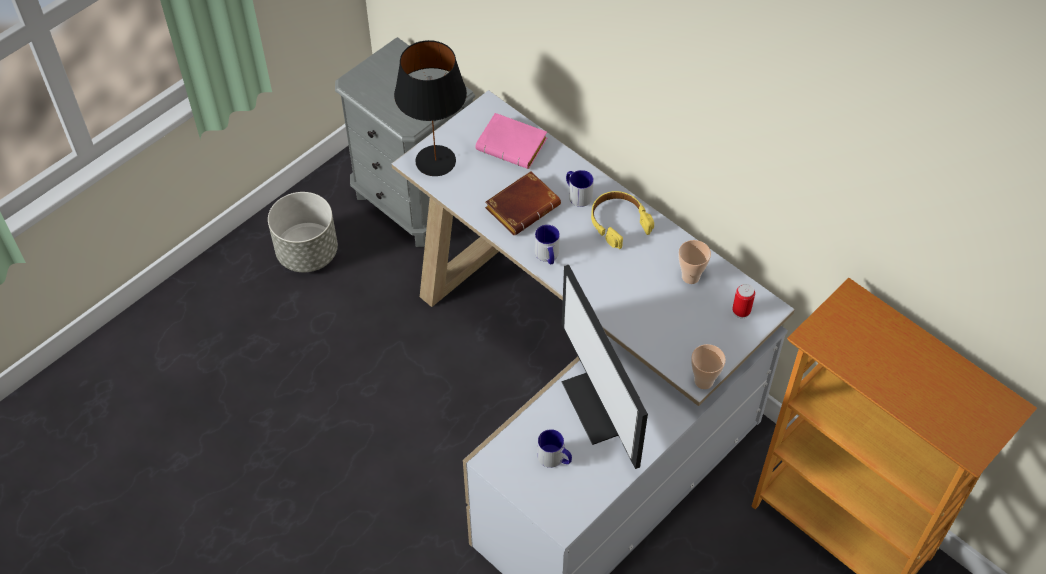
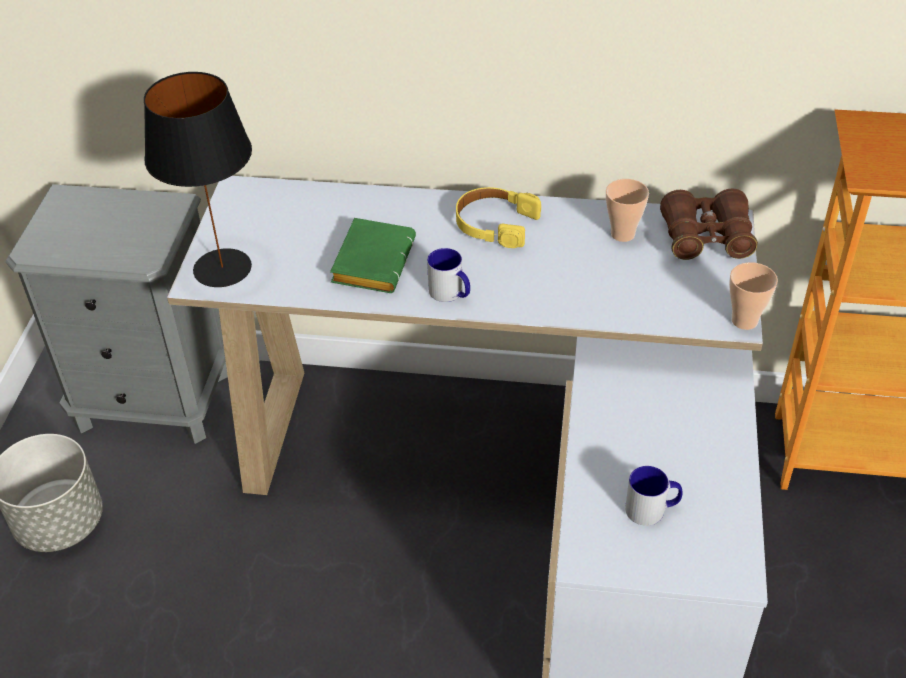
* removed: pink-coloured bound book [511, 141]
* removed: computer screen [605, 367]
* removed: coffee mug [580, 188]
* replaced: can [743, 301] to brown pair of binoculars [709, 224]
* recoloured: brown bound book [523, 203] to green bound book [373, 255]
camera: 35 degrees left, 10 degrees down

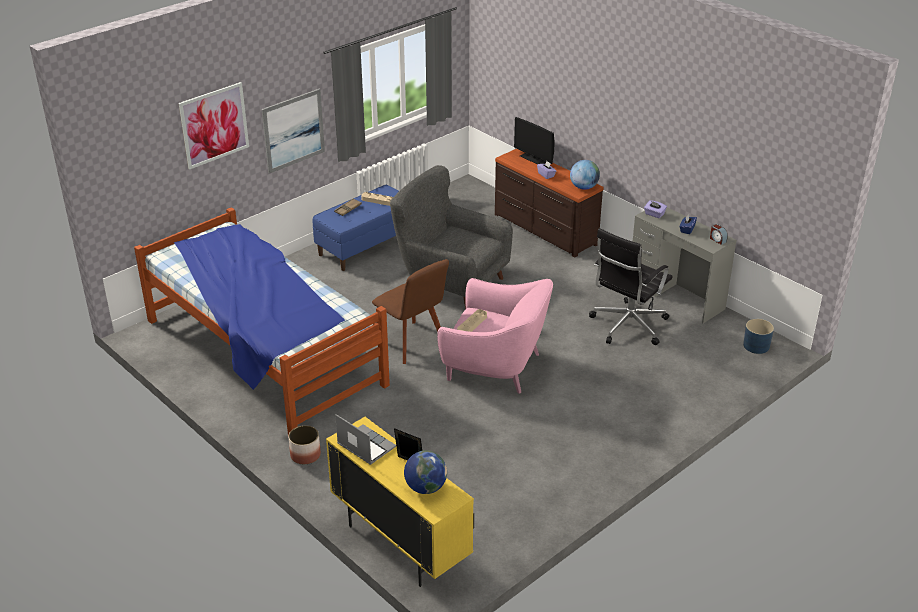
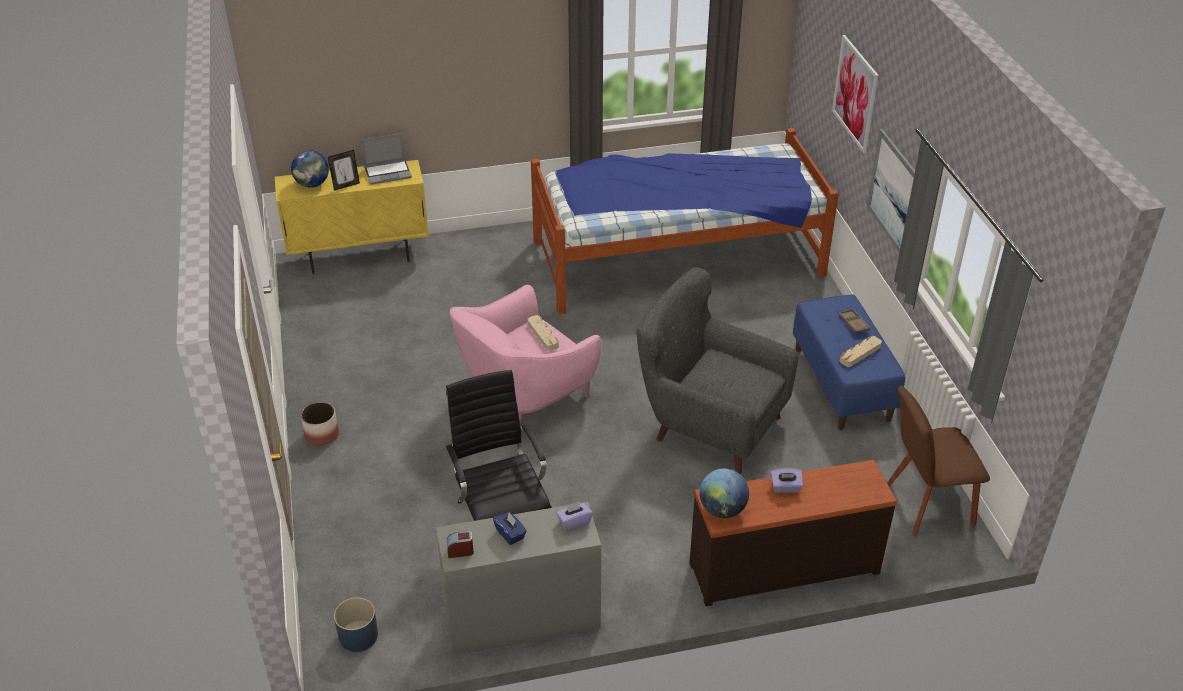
* removed: computer screen [534, 140]
* moved: flower pot [304, 444] to [320, 424]
* moved: brown chair [410, 311] to [938, 461]
* turned: grey lounge chair [451, 237] = [717, 370] 120 degrees counterclockwise
camera: 120 degrees right, 5 degrees up

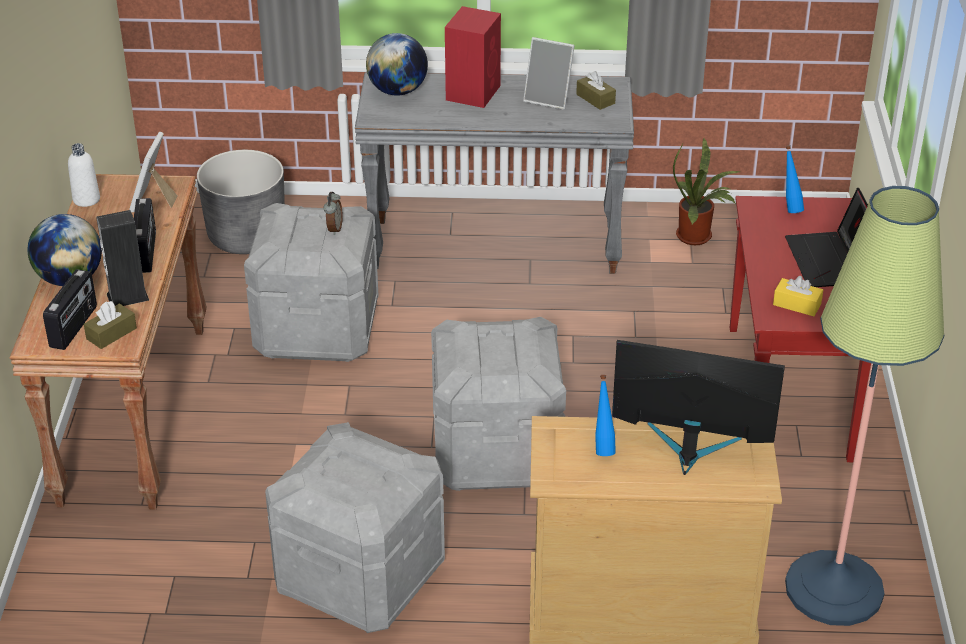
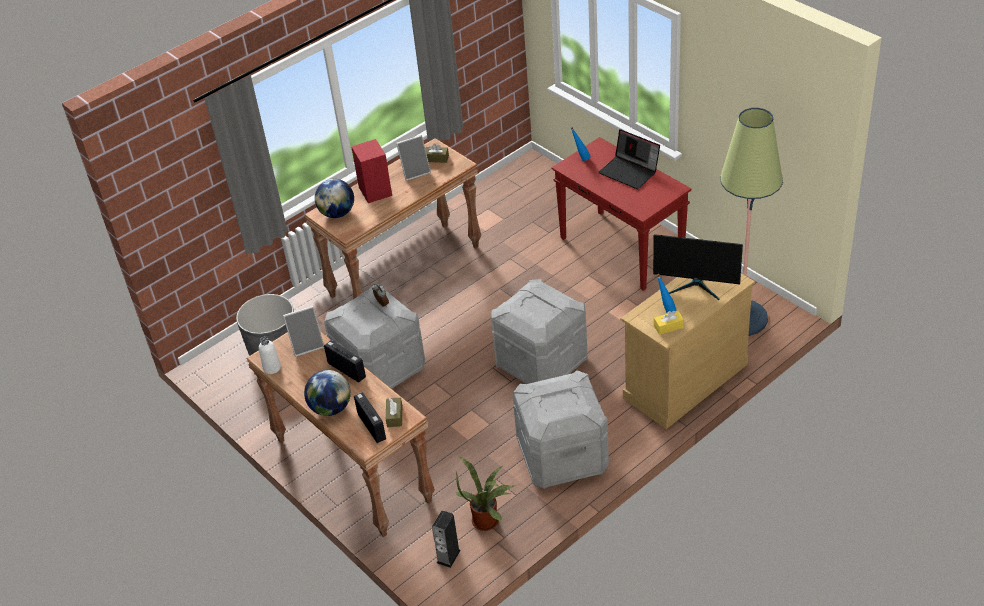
* moved: speaker [122, 258] to [446, 539]
* moved: plant in a pot [706, 191] to [486, 493]
* moved: yellowish box of tissues [798, 296] to [669, 323]
* recoloured: grey narrow table [494, 173] to brown narrow table [393, 218]
* turned: photo frame [153, 172] = [303, 331] 75 degrees counterclockwise
* turned: computer screen [698, 407] = [698, 267] 135 degrees counterclockwise
camera: 40 degrees left, 5 degrees up

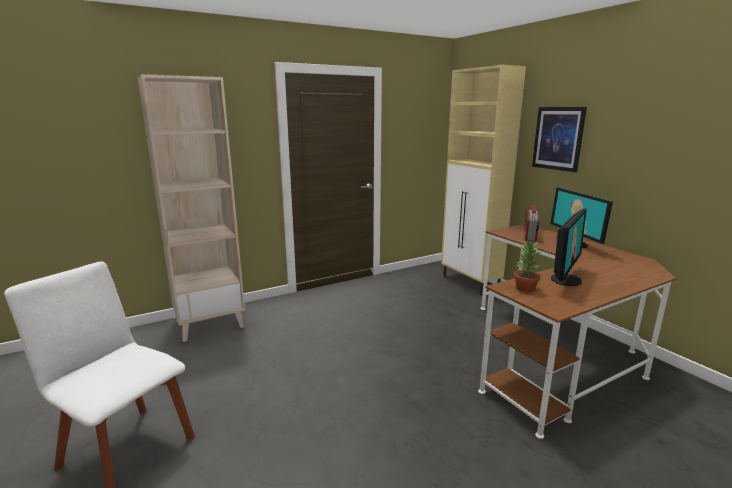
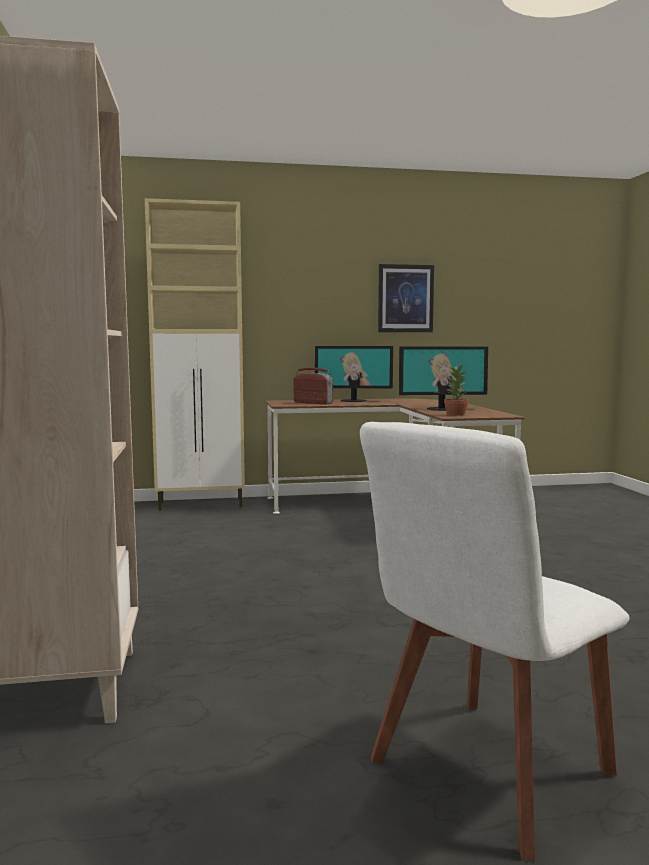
* moved: wall picture [559, 139] to [406, 298]
* turned: computer screen [569, 247] = [443, 378] 120 degrees clockwise
camera: 70 degrees left, 10 degrees down

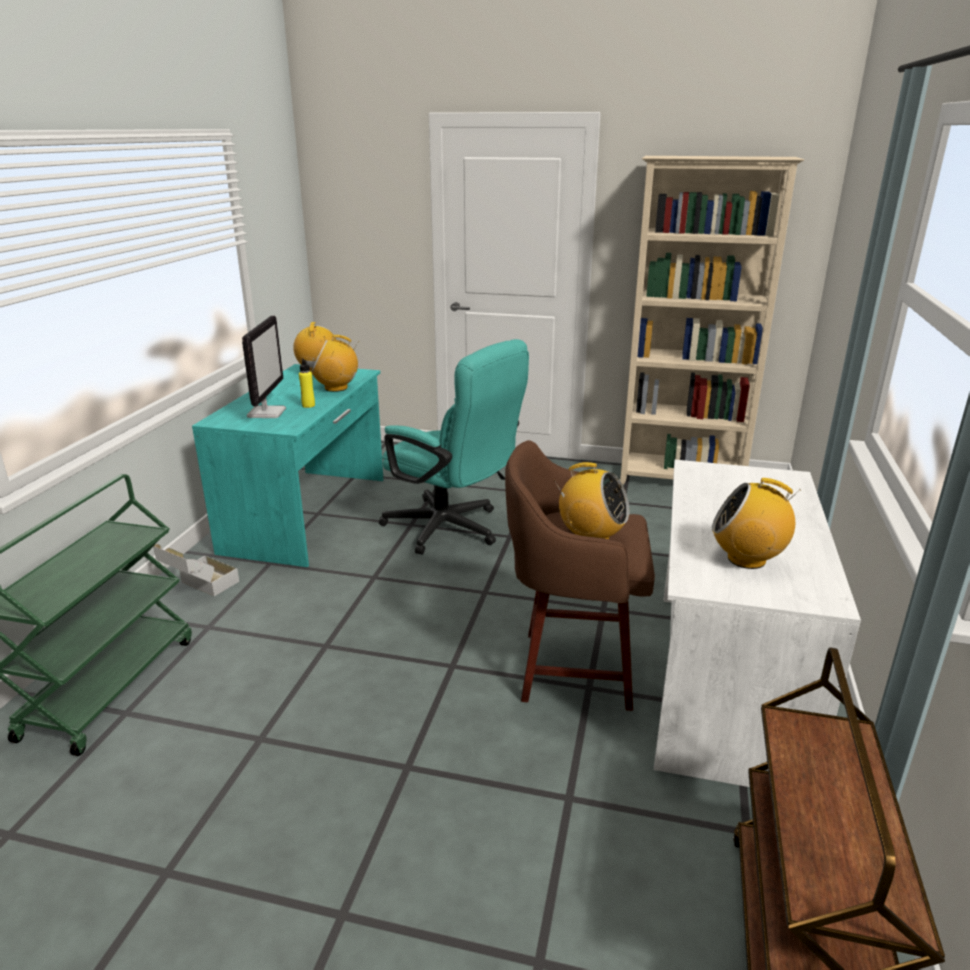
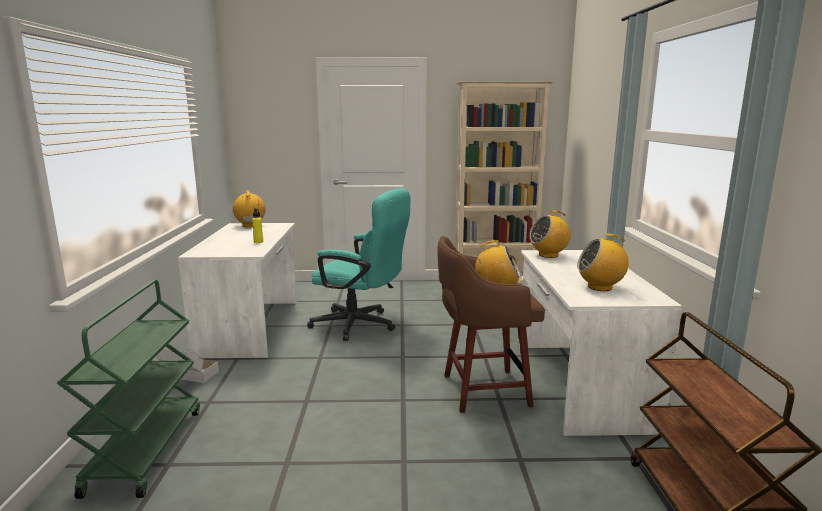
* removed: computer screen [264, 366]
* moved: radio set [335, 363] to [550, 234]
* recoloured: turquoise desk [287, 465] to white-coloured desk [237, 290]
camera: 15 degrees left, 10 degrees down

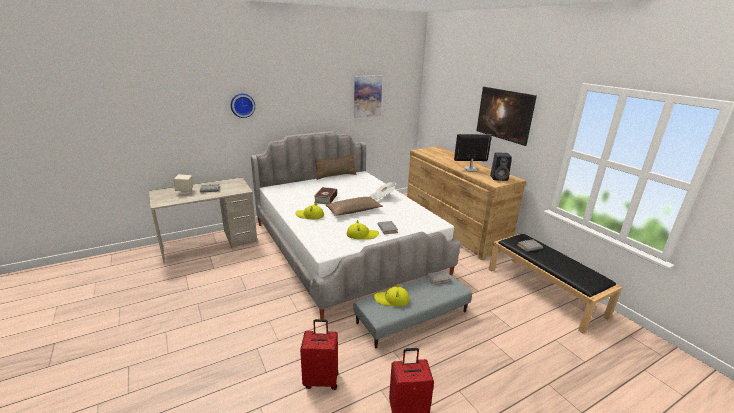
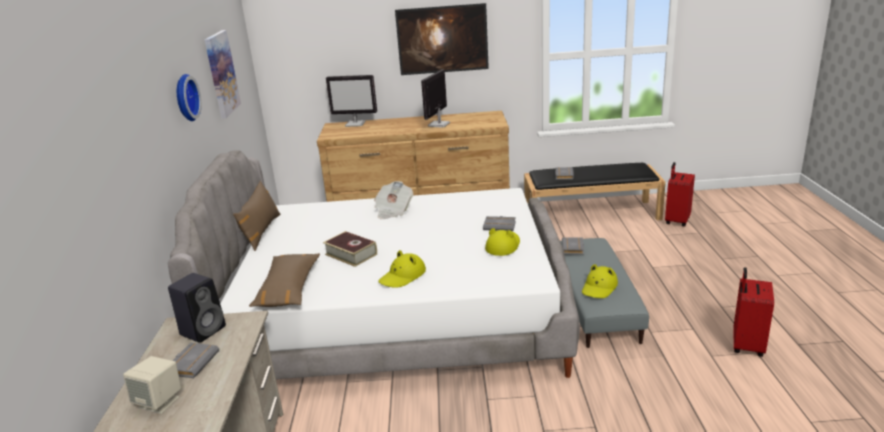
* added: computer screen [351, 101]
* moved: hanging clock [243, 105] to [189, 97]
* moved: red-coloured suitcase [319, 354] to [680, 194]
* moved: brown pillow [354, 206] to [284, 280]
* moved: blackish speaker [501, 166] to [197, 308]
camera: 60 degrees left, 0 degrees up

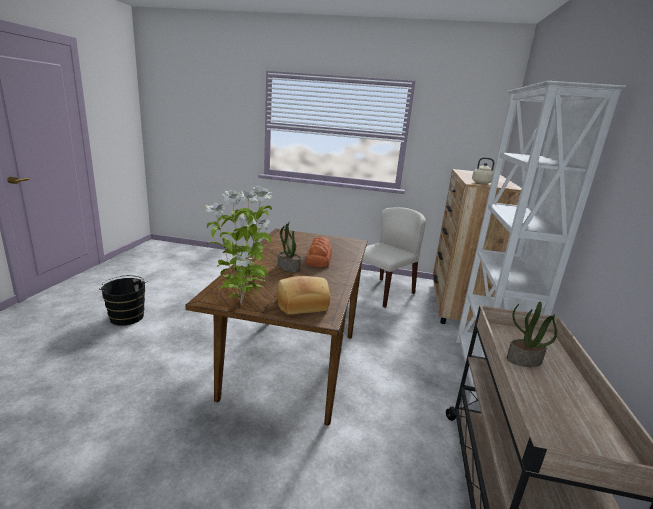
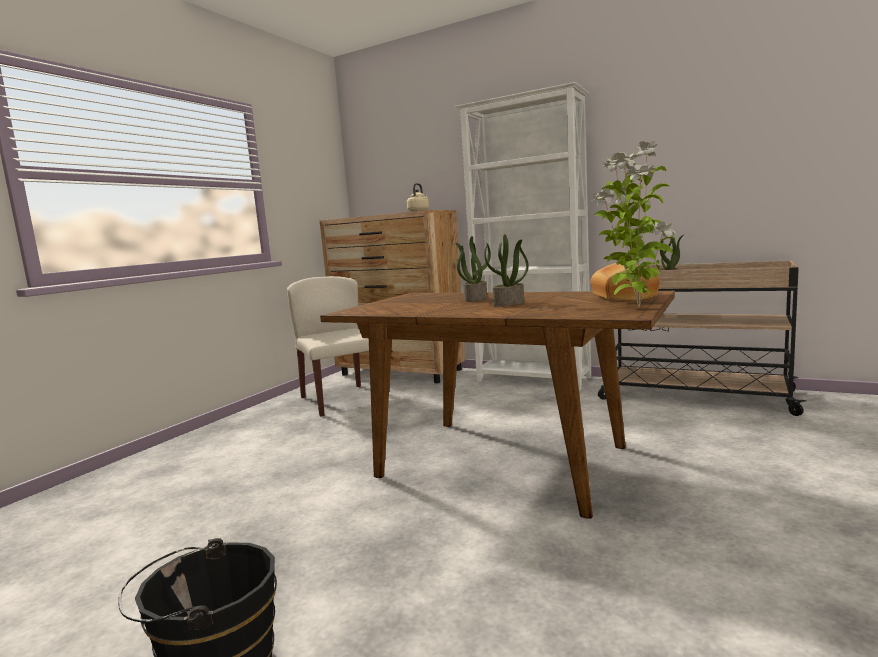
* replaced: baked bread [319, 252] to plant in a pot [473, 269]
camera: 70 degrees left, 10 degrees down

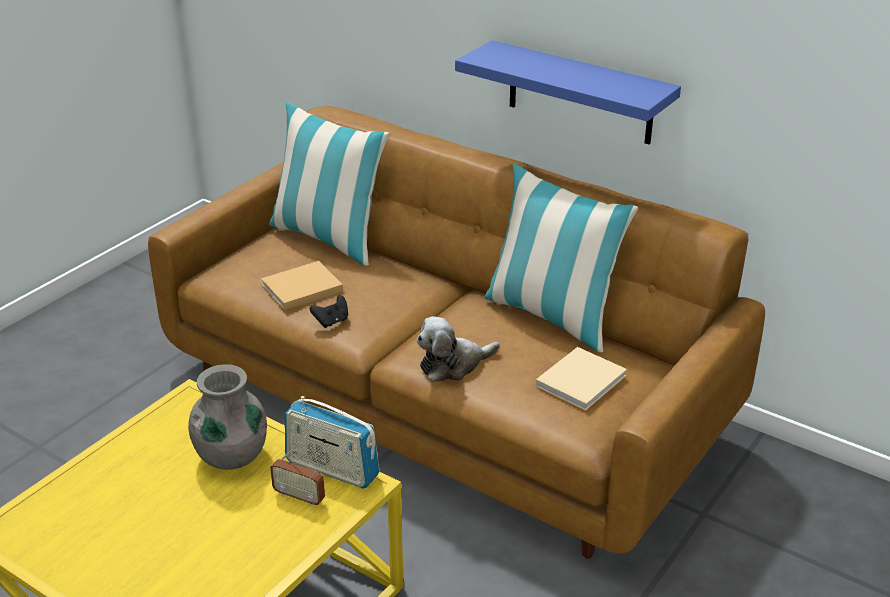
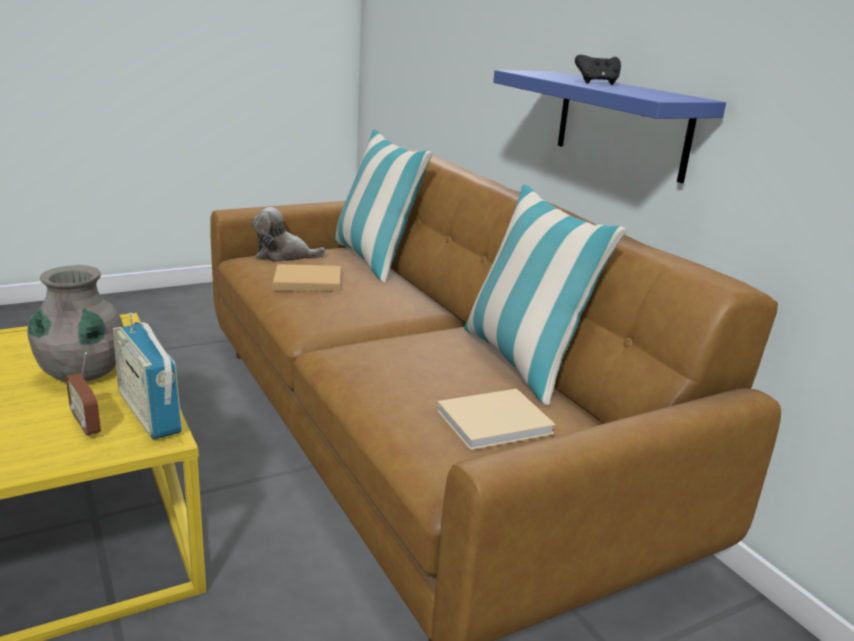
* moved: blackish joypad [329, 311] to [598, 70]
* moved: plush toy [458, 349] to [289, 234]
camera: 25 degrees right, 10 degrees down

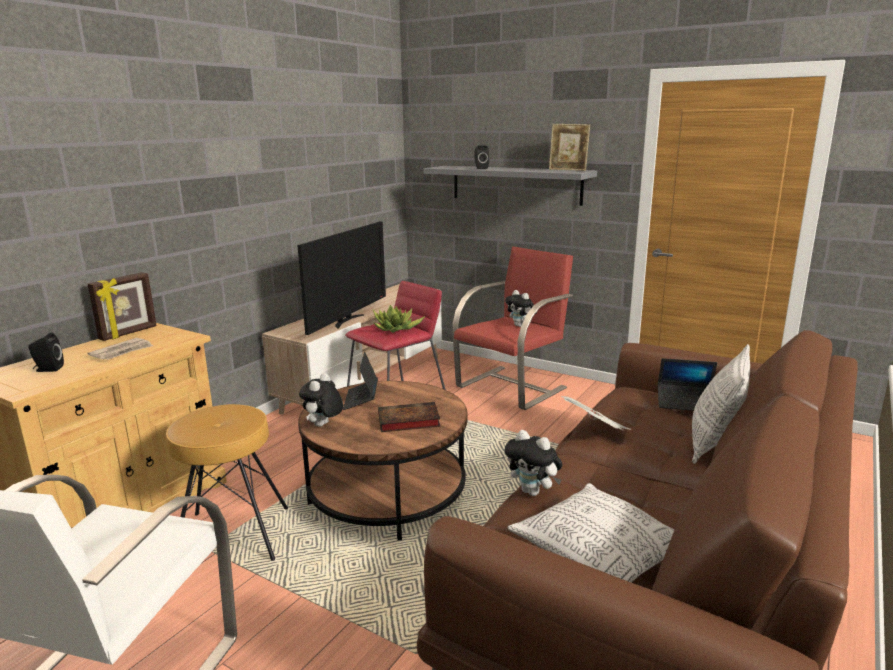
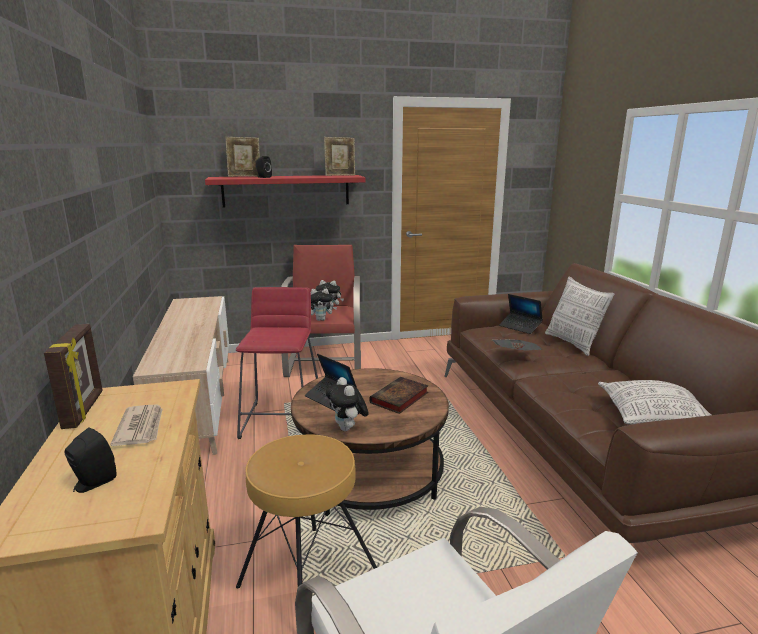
* removed: TV set [341, 278]
* removed: plant in a pot [399, 319]
* added: photo frame [243, 157]
* moved: plush toy [533, 463] to [324, 305]
* recoloured: grey wall shelf [510, 186] to red-coloured wall shelf [285, 191]
* turned: laptop [687, 384] = [521, 314] 75 degrees clockwise
camera: 45 degrees left, 0 degrees up

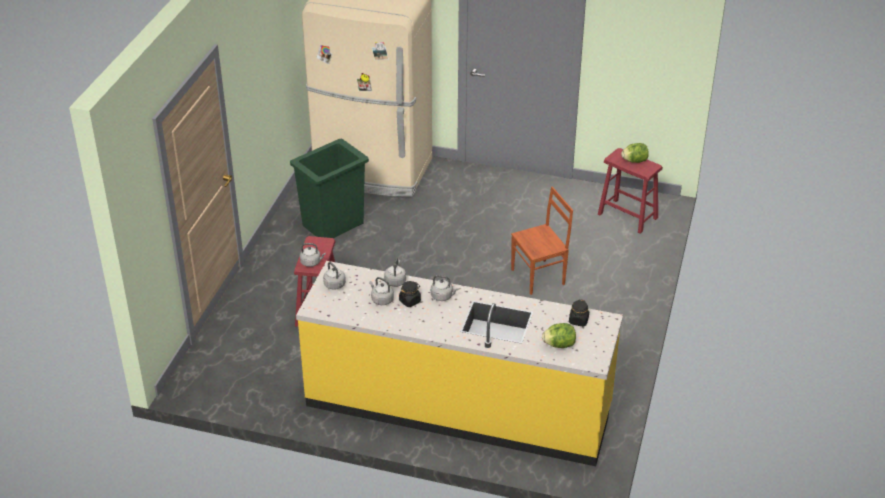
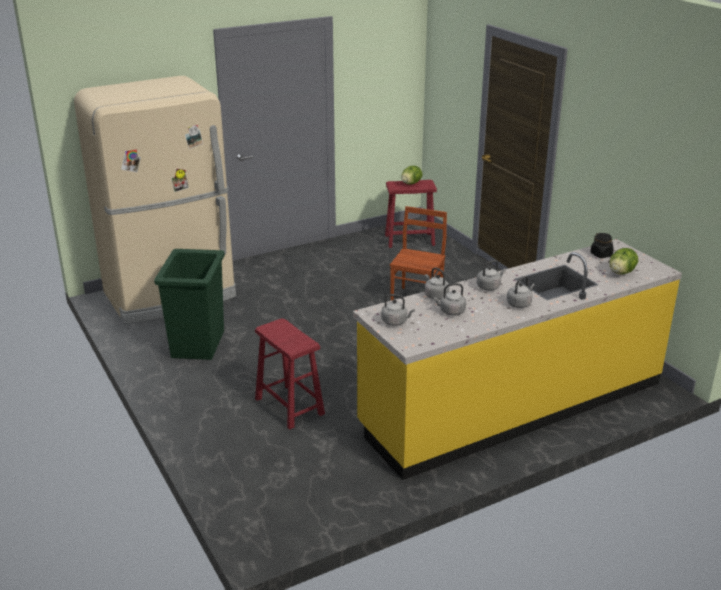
* removed: blackish jar [410, 294]
* moved: grey water kettle [313, 255] to [521, 292]
camera: 45 degrees left, 10 degrees down

